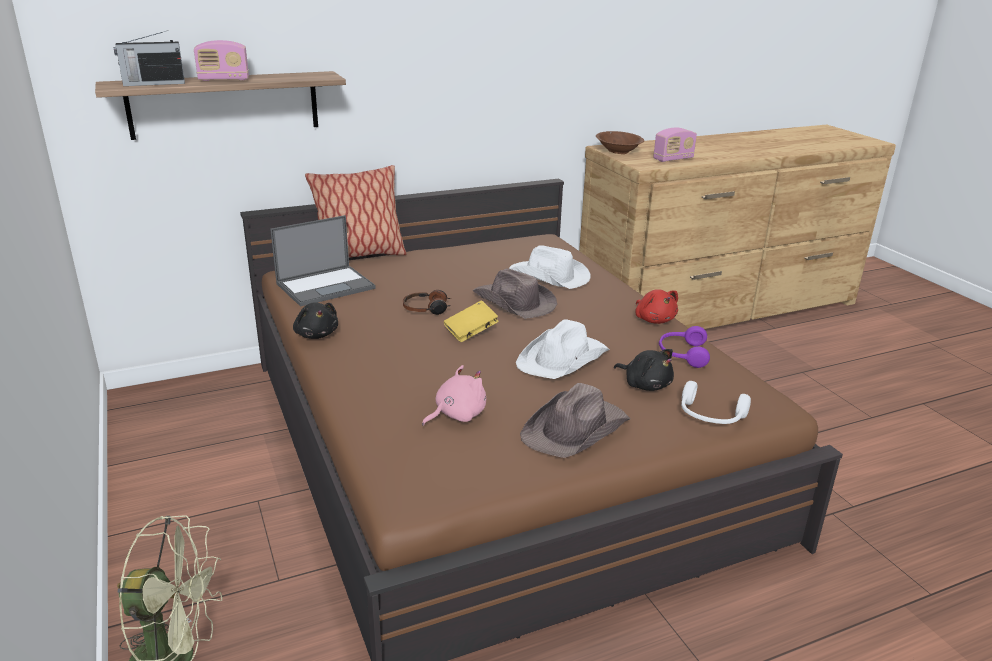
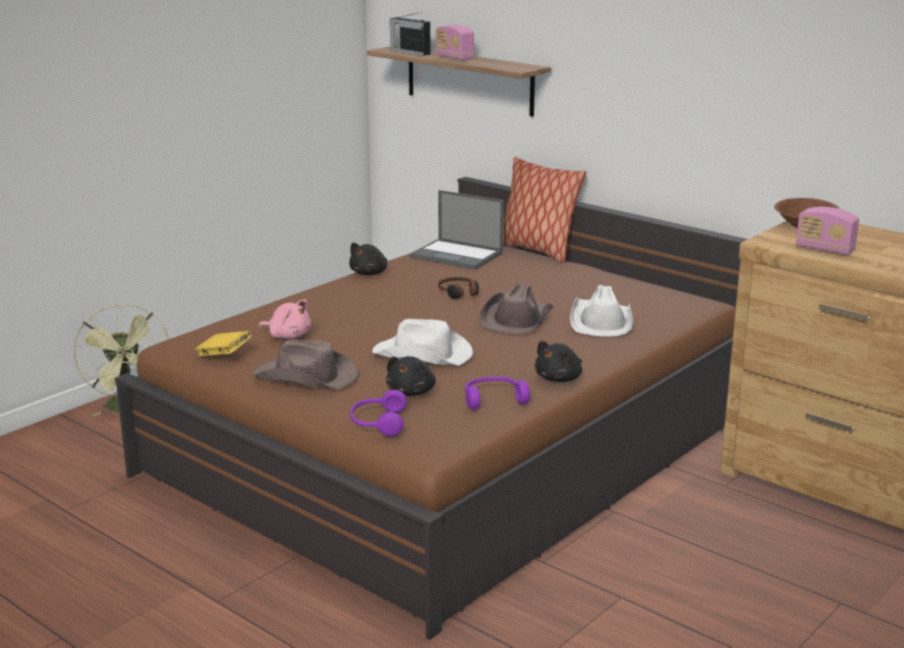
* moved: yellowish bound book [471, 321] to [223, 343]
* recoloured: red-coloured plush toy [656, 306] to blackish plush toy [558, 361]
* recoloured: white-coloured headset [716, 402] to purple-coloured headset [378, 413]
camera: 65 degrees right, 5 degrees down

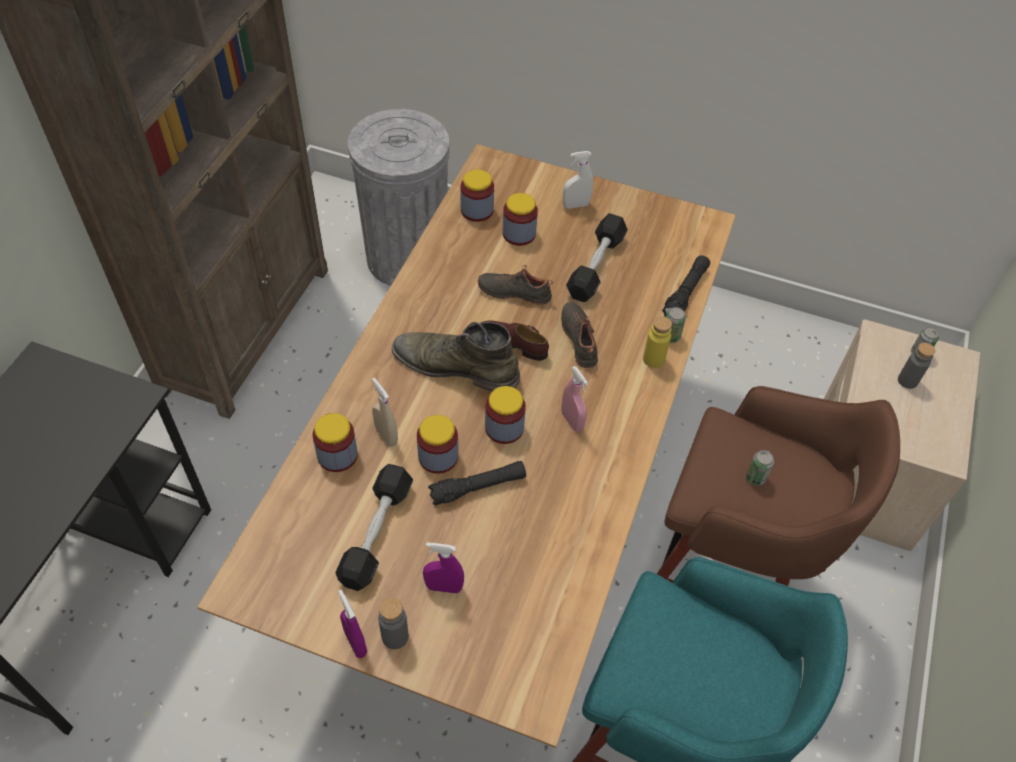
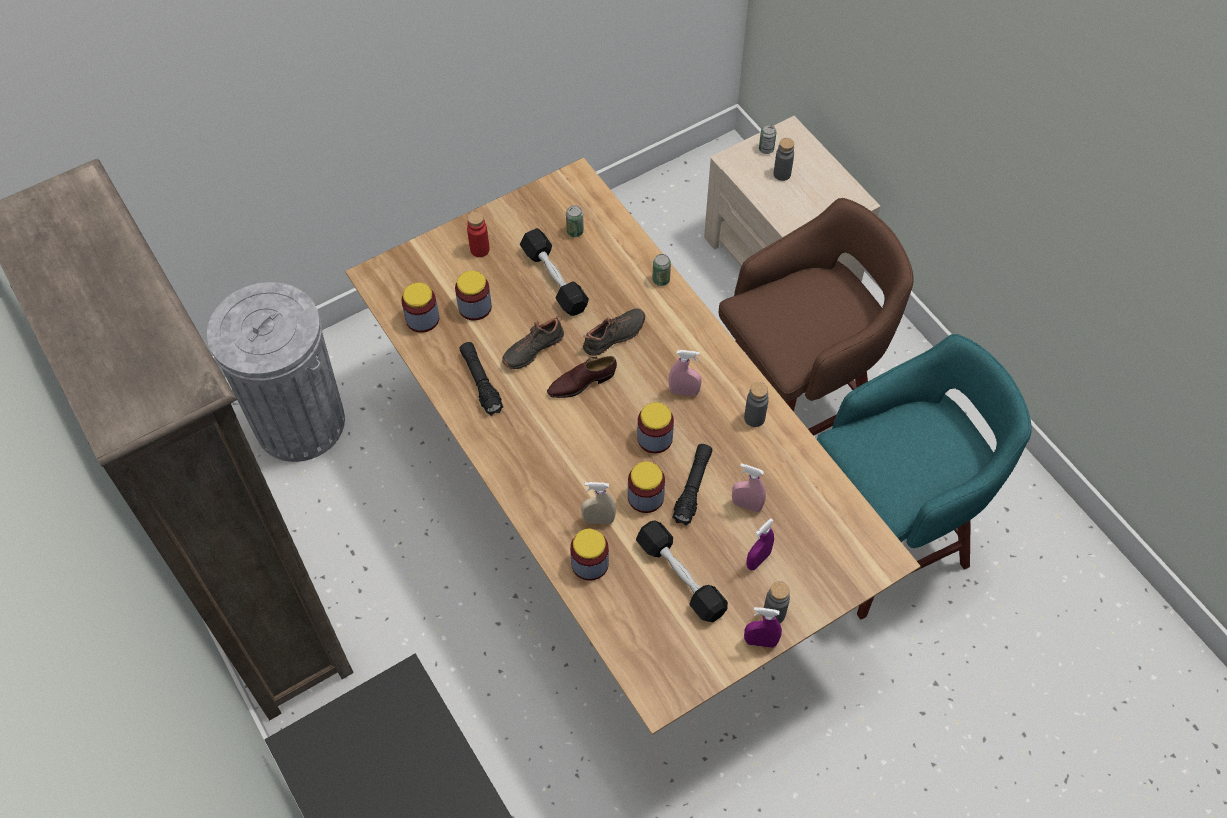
* removed: green boot [456, 357]
* removed: yellowish bottle [657, 342]
* added: pink-coloured hand sprayer [749, 487]
* added: grey bottle [756, 404]
* moved: blackish hand torch [686, 286] to [481, 379]
* moved: can [760, 467] to [575, 221]
* replaced: white-coloured hand sprayer [578, 180] to red-coloured bottle [478, 234]
* turned: blackish low shoe [579, 335] = [614, 332] 120 degrees clockwise
camera: 50 degrees left, 5 degrees up

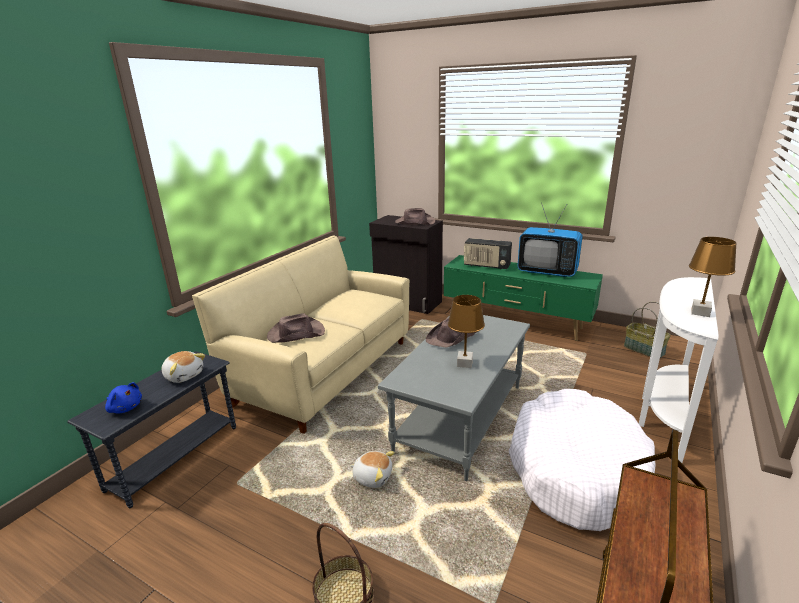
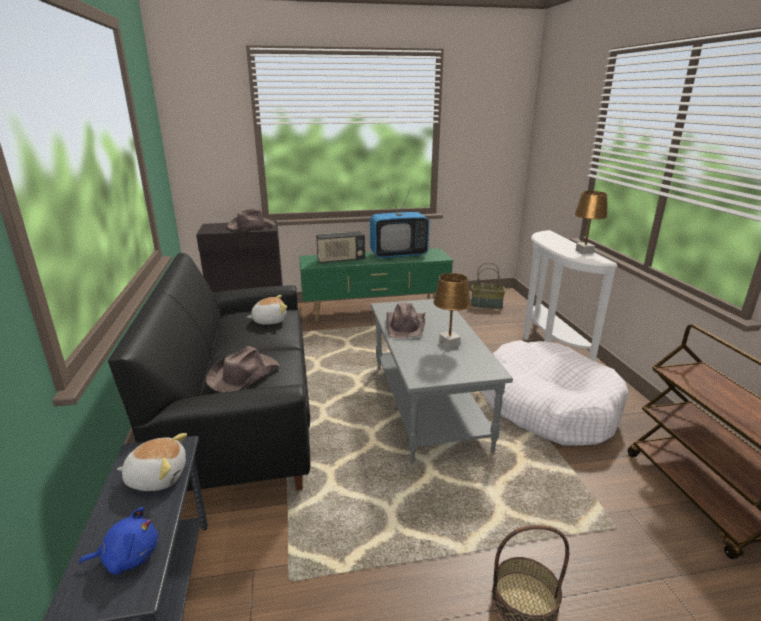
* moved: plush toy [372, 469] to [267, 310]
* recoloured: sand-coloured settee [301, 335] to blackish settee [209, 372]
camera: 40 degrees left, 0 degrees up

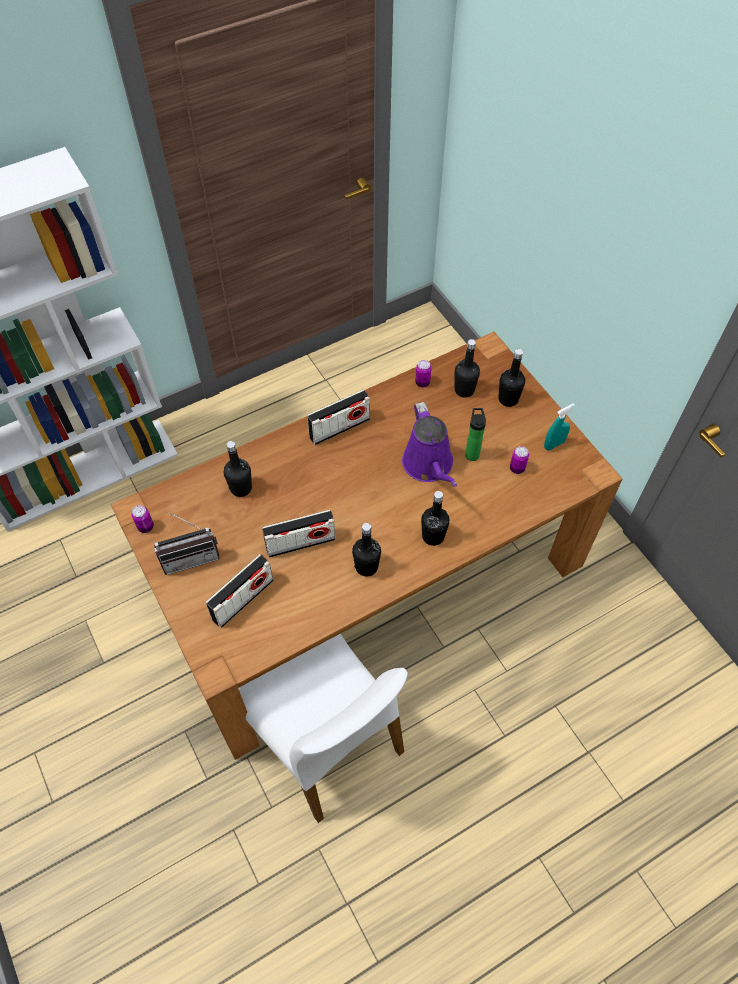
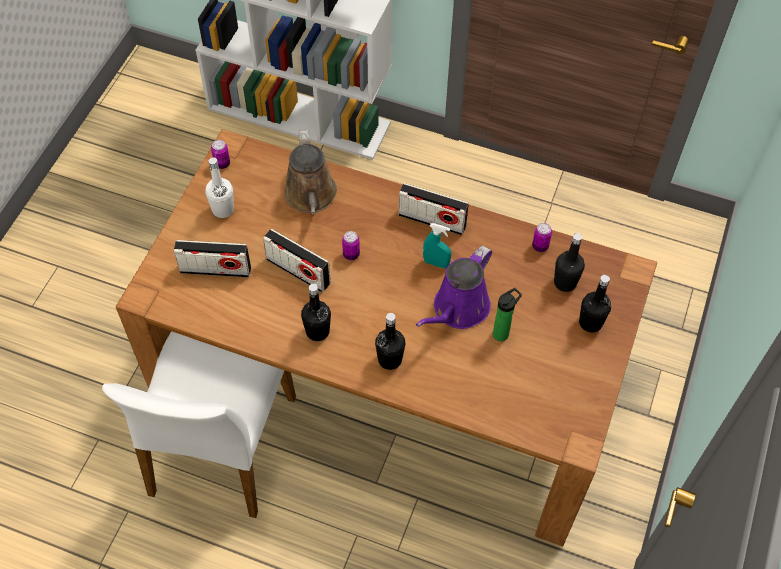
* moved: can [519, 460] to [351, 245]
* moved: turquoise hand sprayer [559, 426] to [437, 245]
* replaced: radio set [186, 543] to white-coloured bottle [219, 188]
* replaced: blackish bottle [238, 469] to brown watering pot [310, 172]
camera: 50 degrees right, 0 degrees up

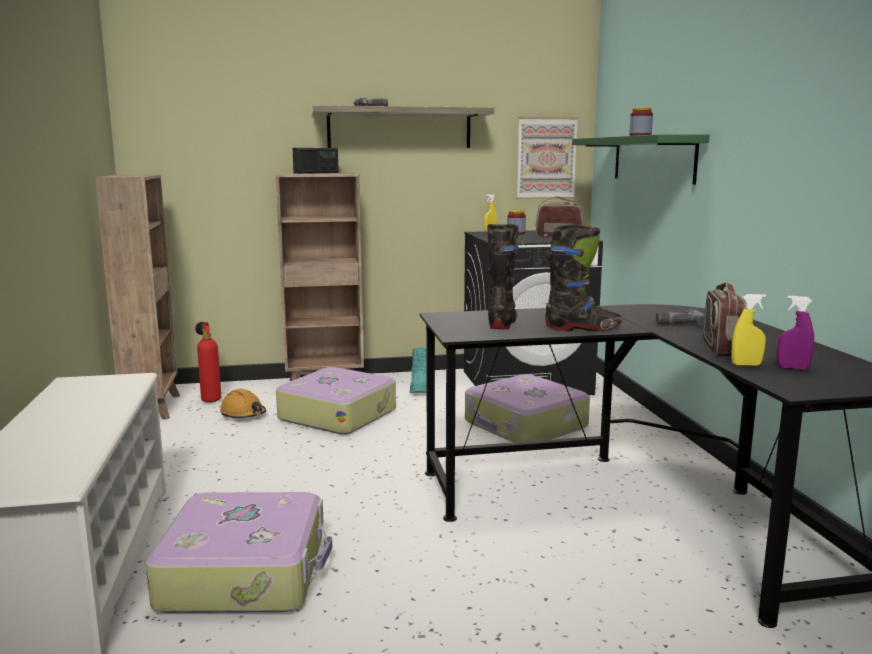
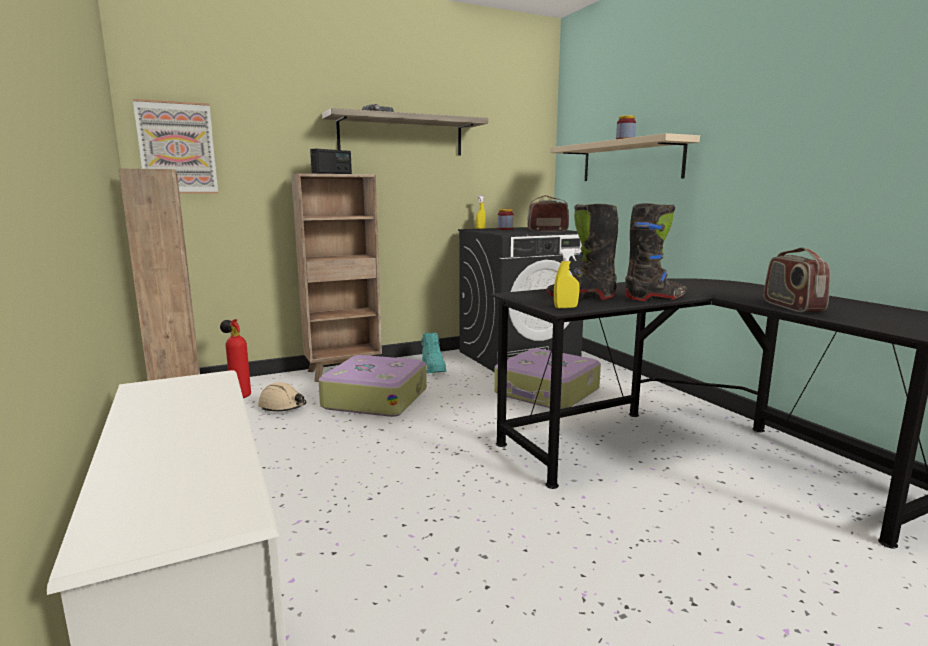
* removed: suitcase [239, 552]
* removed: electric drill [680, 317]
* removed: purple-coloured hand sprayer [795, 332]
* moved: wall picture [547, 158] to [175, 146]
* moved: yellowish hand sprayer [748, 330] to [566, 278]
* recoloured: orange hard hat [243, 403] to sand-coloured hard hat [282, 397]
* recoloured: green wall shelf [640, 159] to sand-coloured wall shelf [625, 157]
* turned: blackish boot [503, 277] = [583, 252] 90 degrees counterclockwise
camera: 15 degrees left, 0 degrees up

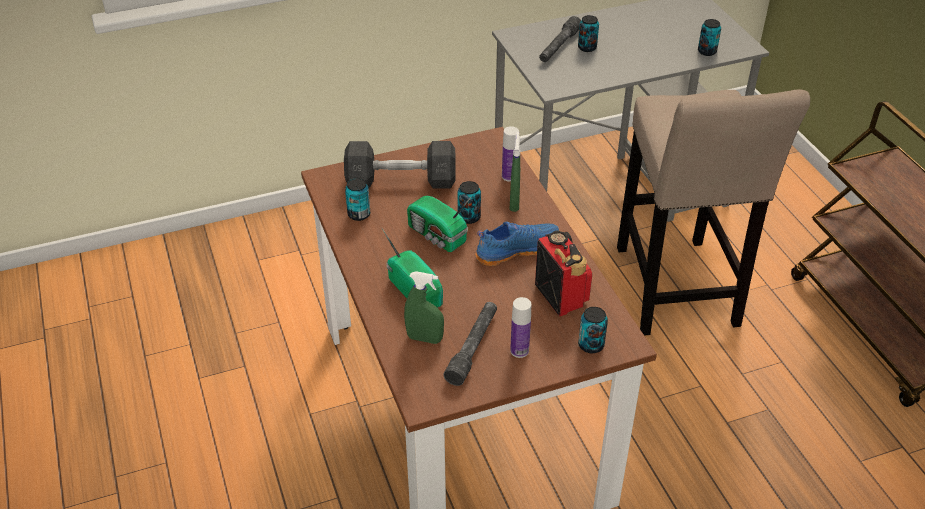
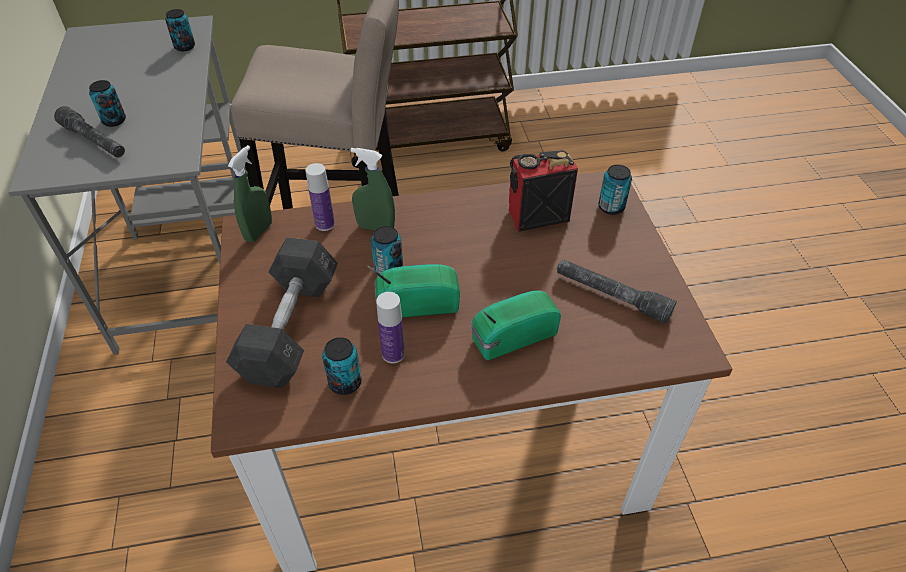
* removed: blue-coloured low shoe [517, 243]
* moved: green hand sprayer [424, 307] to [250, 193]
* moved: bottle [520, 327] to [390, 327]
* turned: radio set [439, 224] = [413, 290] 150 degrees counterclockwise
camera: 80 degrees left, 5 degrees up

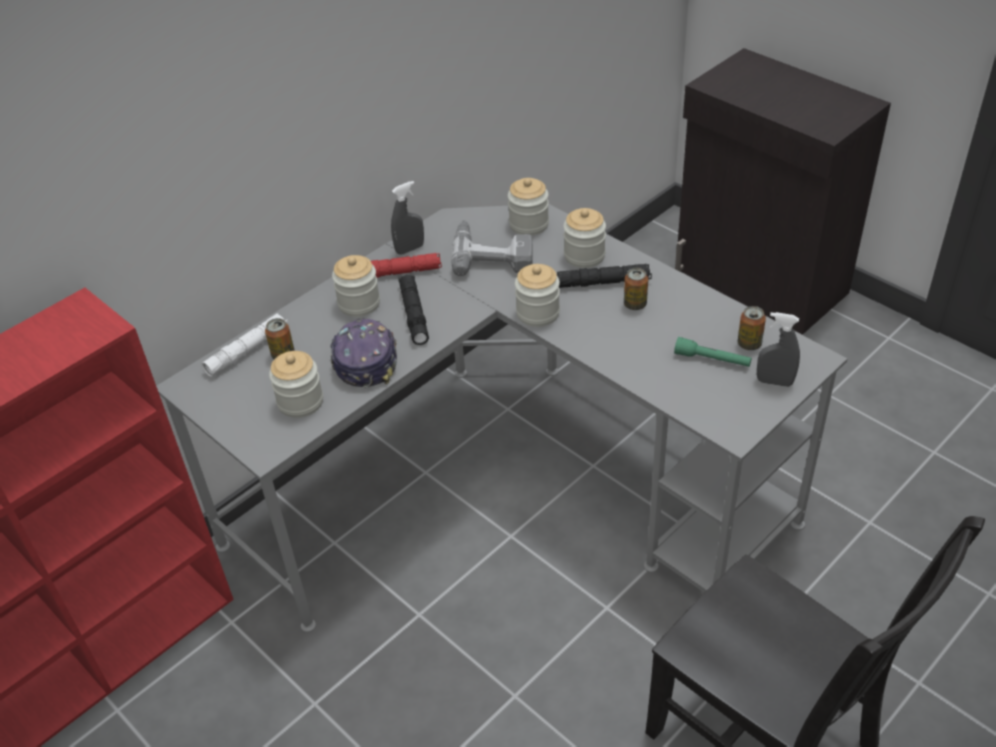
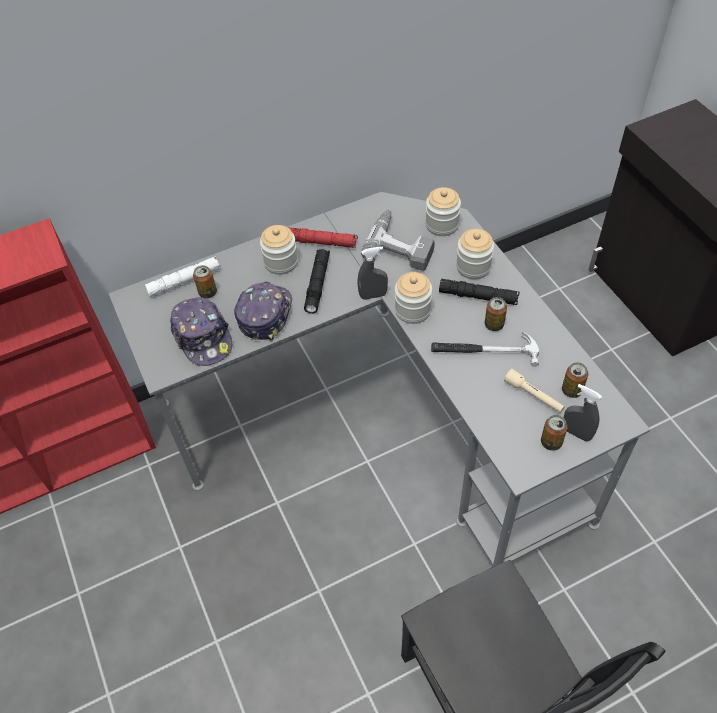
* added: hammer [485, 349]
* added: can [554, 433]
* moved: grey hand sprayer [407, 217] to [372, 273]
* replaced: jar [296, 384] to baseball cap [201, 331]
* recoloured: green hand torch [713, 352] to sand-coloured hand torch [534, 391]
camera: 20 degrees right, 10 degrees up

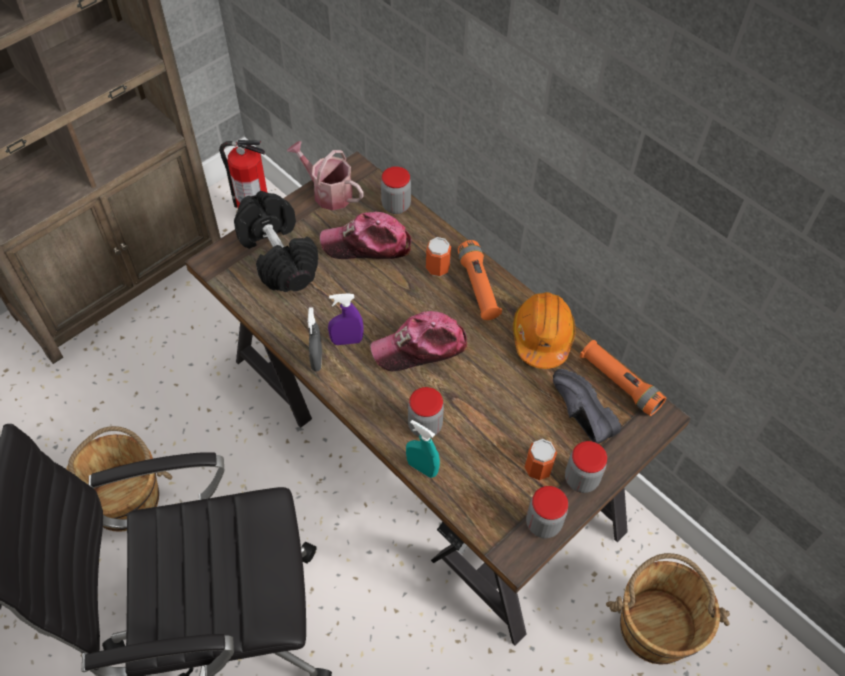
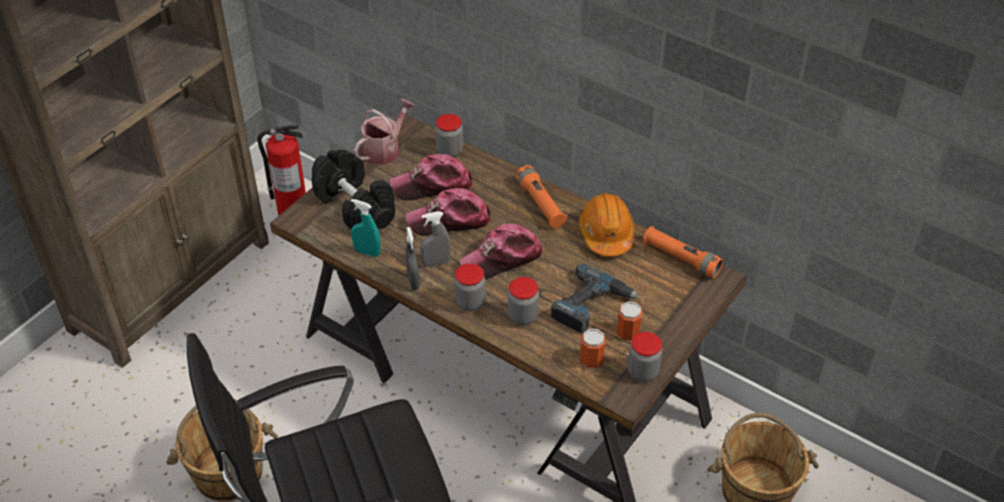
* removed: blackish low shoe [587, 406]
* added: baseball cap [448, 212]
* added: electric drill [595, 298]
* moved: turquoise hand sprayer [423, 449] to [366, 228]
* moved: can [438, 257] to [592, 349]
* moved: jar [586, 467] to [469, 287]
* recoloured: purple-coloured hand sprayer [346, 319] to grey hand sprayer [435, 239]
* turned: watering pot [325, 175] = [384, 132] 105 degrees clockwise
camera: 10 degrees left, 10 degrees down

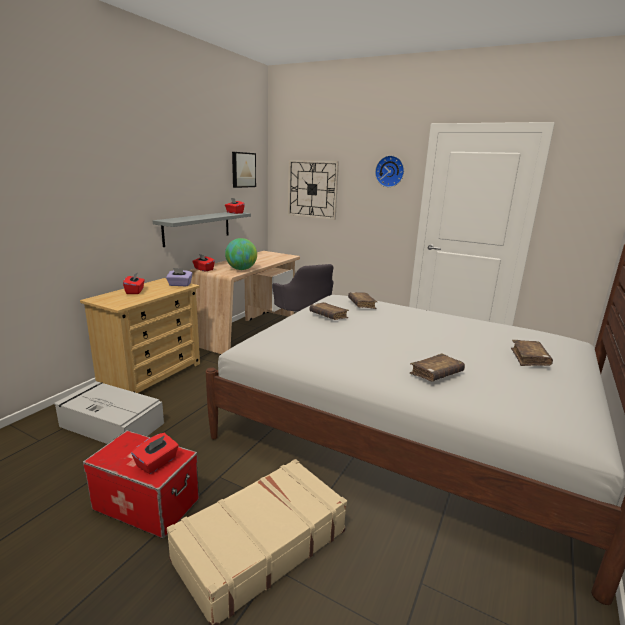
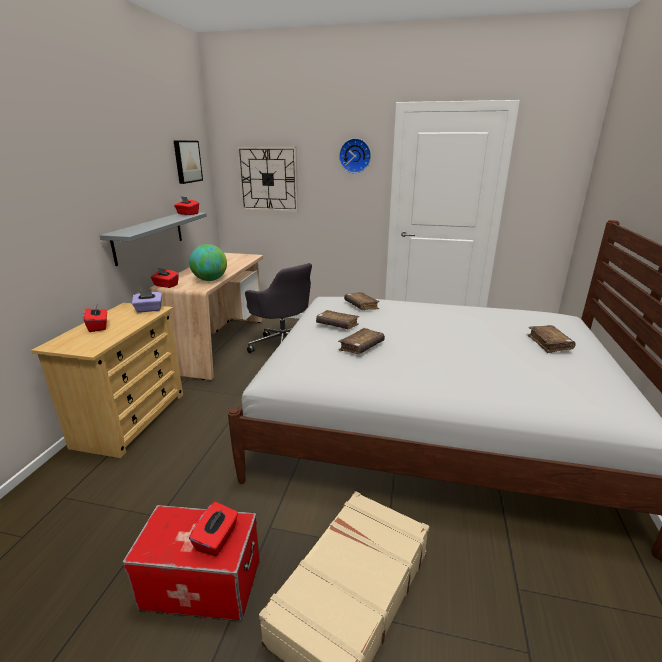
* removed: grey storage box [109, 412]
* moved: brown bound book [437, 367] to [361, 341]
camera: 15 degrees left, 5 degrees up

